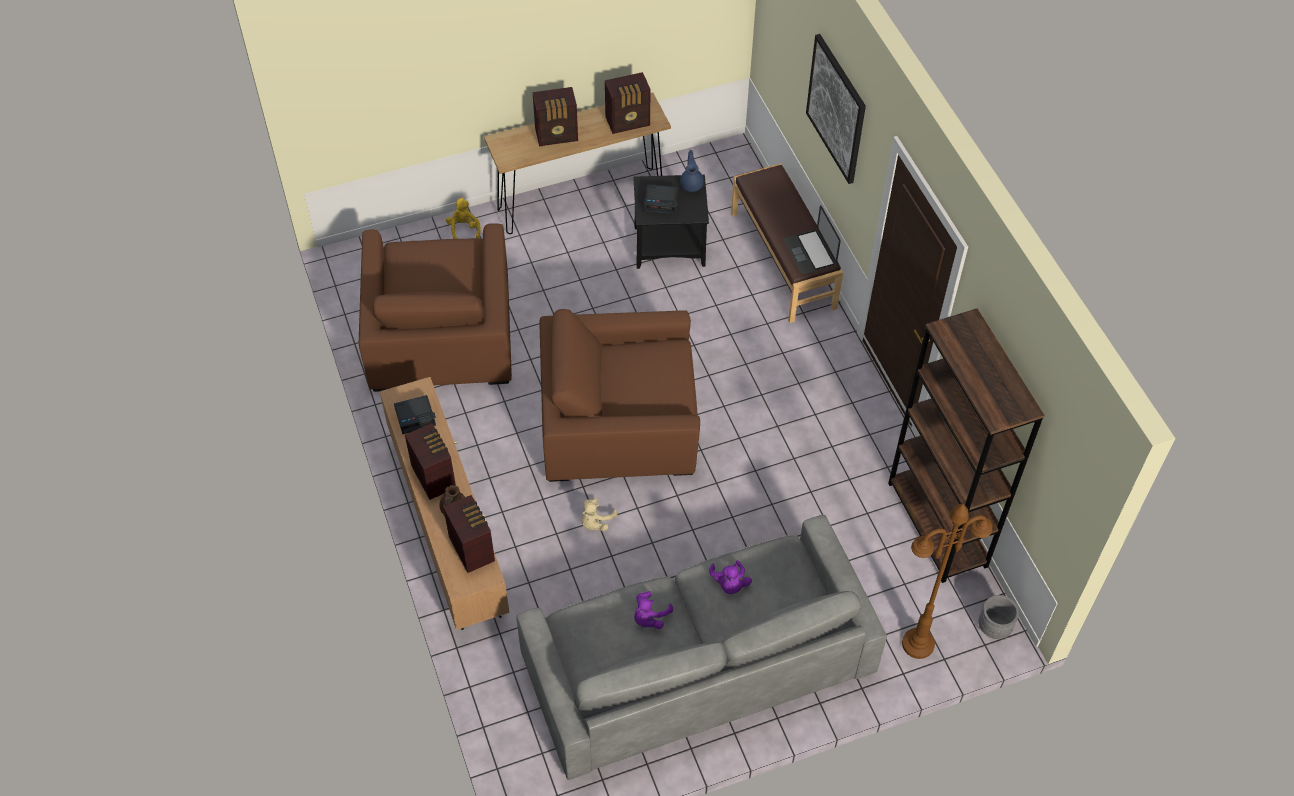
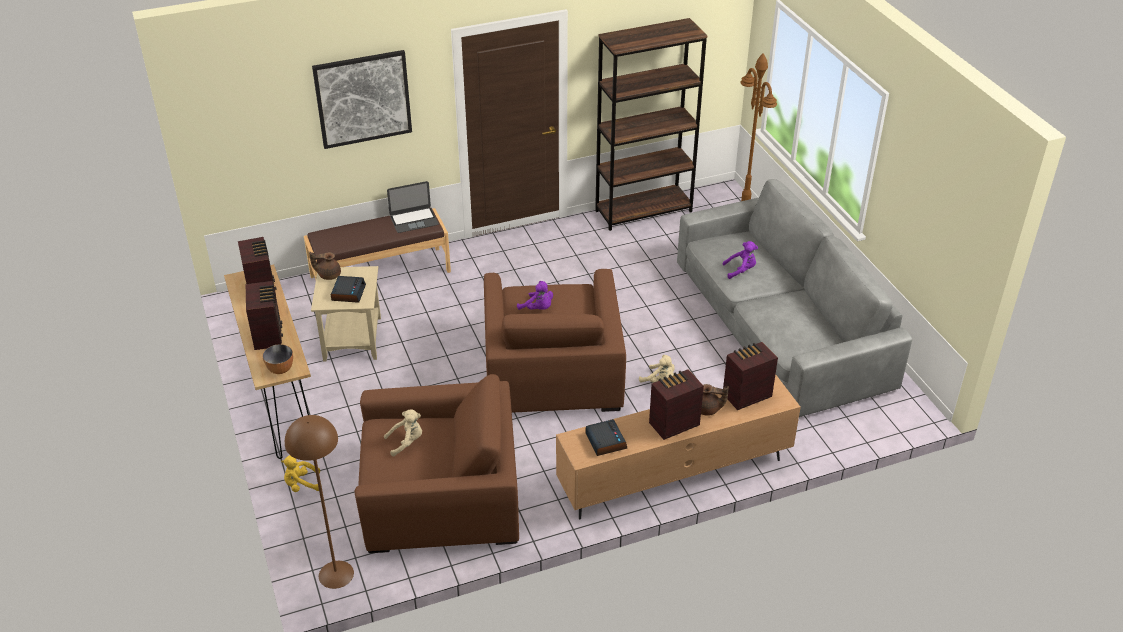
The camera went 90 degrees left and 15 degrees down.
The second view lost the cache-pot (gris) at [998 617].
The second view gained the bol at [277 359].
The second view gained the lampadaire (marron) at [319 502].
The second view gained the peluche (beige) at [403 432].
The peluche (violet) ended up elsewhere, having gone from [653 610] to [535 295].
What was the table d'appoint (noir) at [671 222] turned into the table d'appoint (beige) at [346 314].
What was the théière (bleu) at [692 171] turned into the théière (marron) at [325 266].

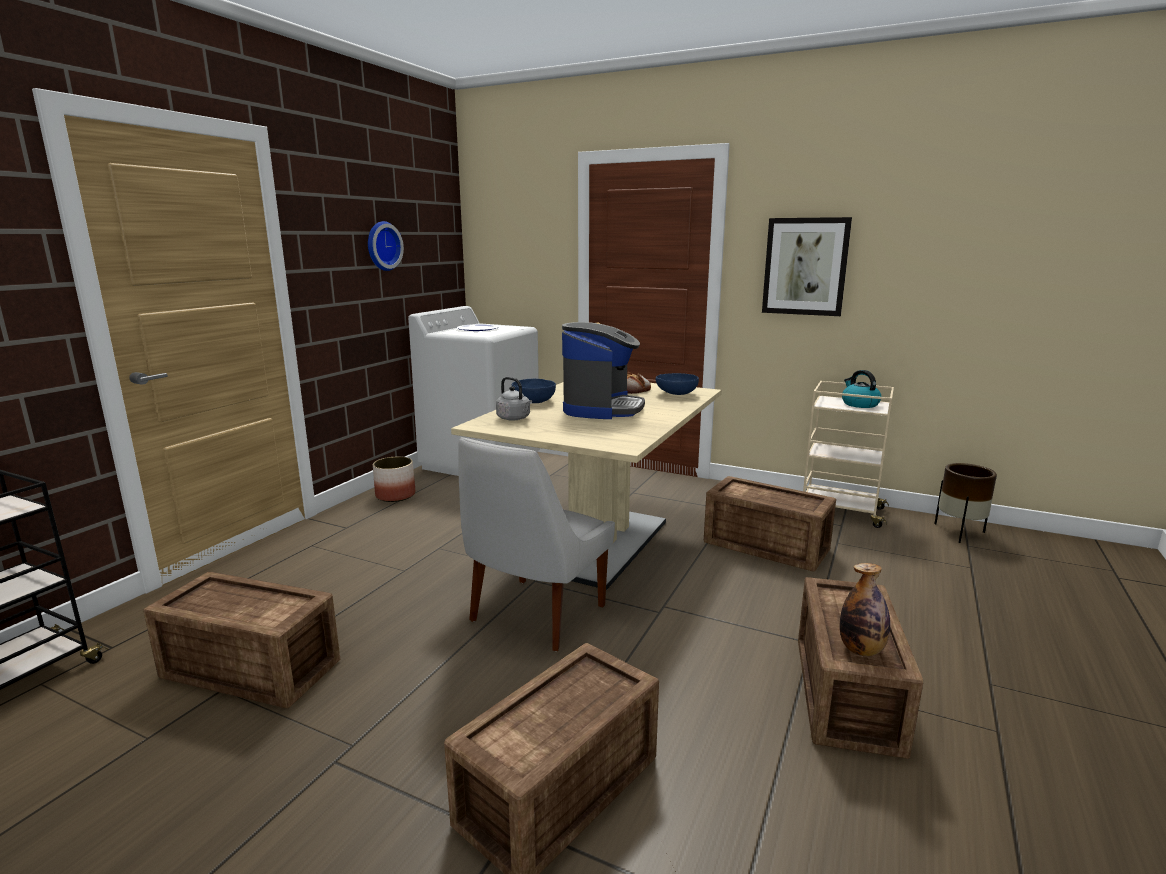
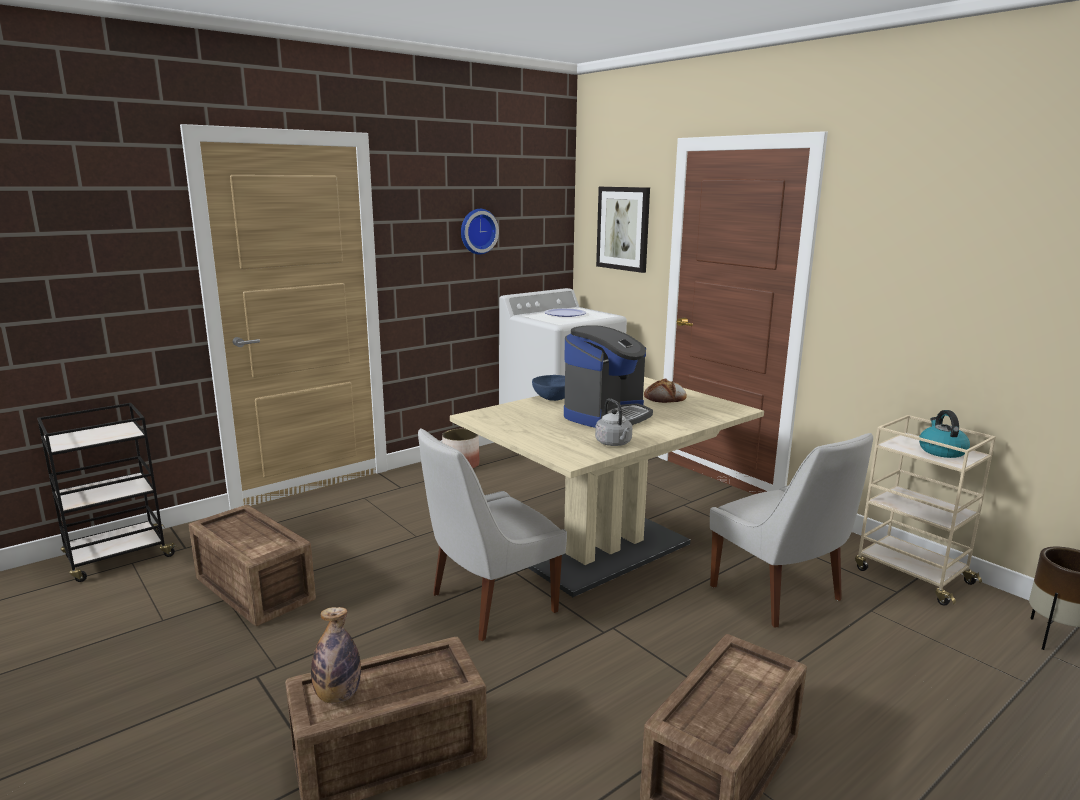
The camera went 25 degrees right and 0 degrees up.
The second view lost the bol (bleu) at [677 384].
The bouilloire (gris) ended up elsewhere, having gone from [514 399] to [613 422].
The tableau ended up elsewhere, having gone from [807 266] to [623 230].
The bouteille ended up elsewhere, having gone from [865 609] to [336 655].
Where the caisse stood at [770 523], the chaise (blanc) came to stand at [791 530].

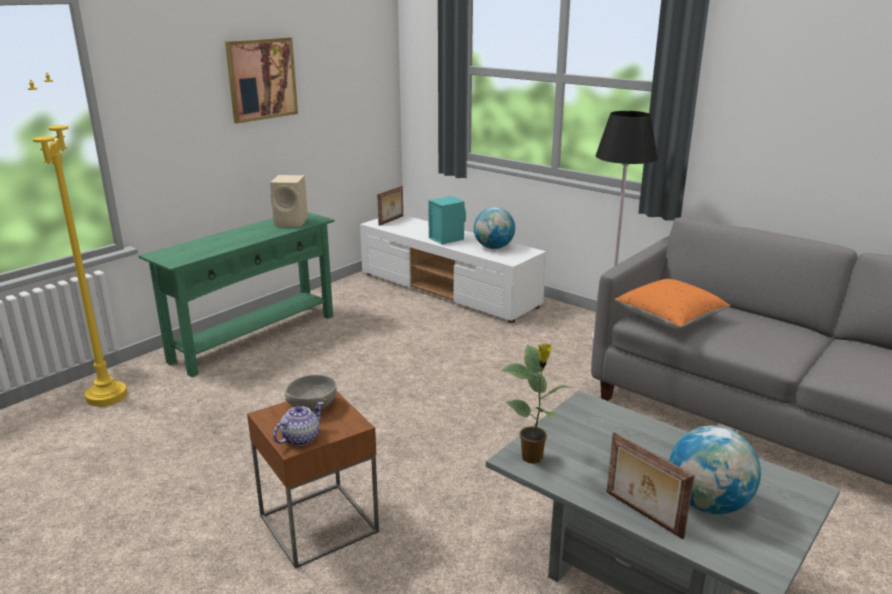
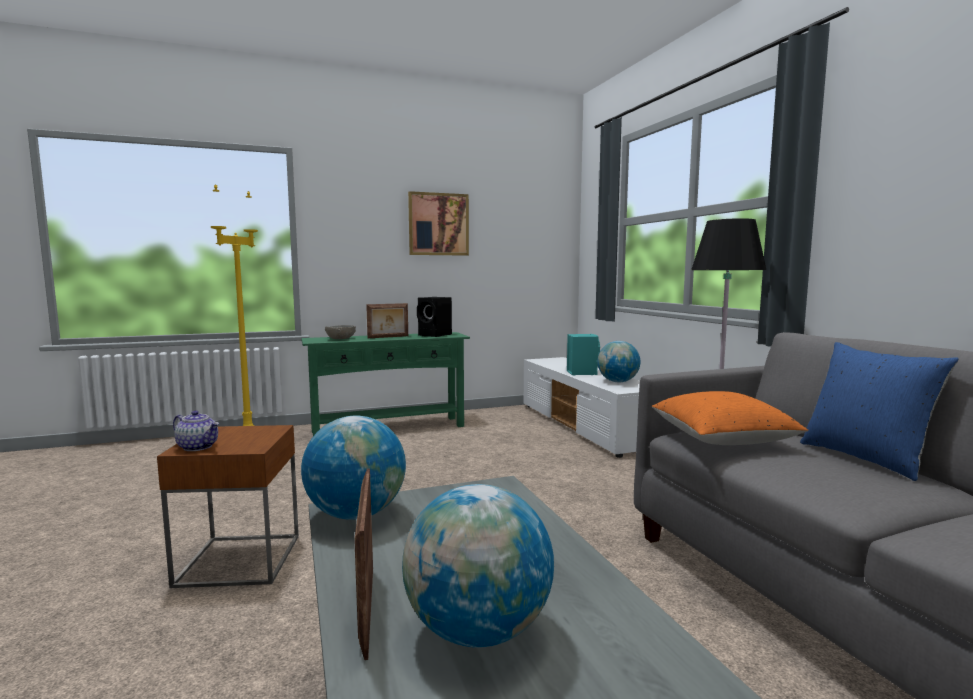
The camera went 30 degrees right and 15 degrees down.
The second view gained the coussin (bleu) at [879 411].
The bol (gris) ended up elsewhere, having gone from [311 393] to [340 332].
The cadre photo ended up elsewhere, having gone from [390 206] to [387 320].
Where the plante en pot stood at [536 403], the globe came to stand at [353 468].
What was the enceinte (beige) at [289 201] turned into the enceinte (noir) at [434 317].
The théière at [298 424] ended up facing another way, 45 degrees clockwise from before.

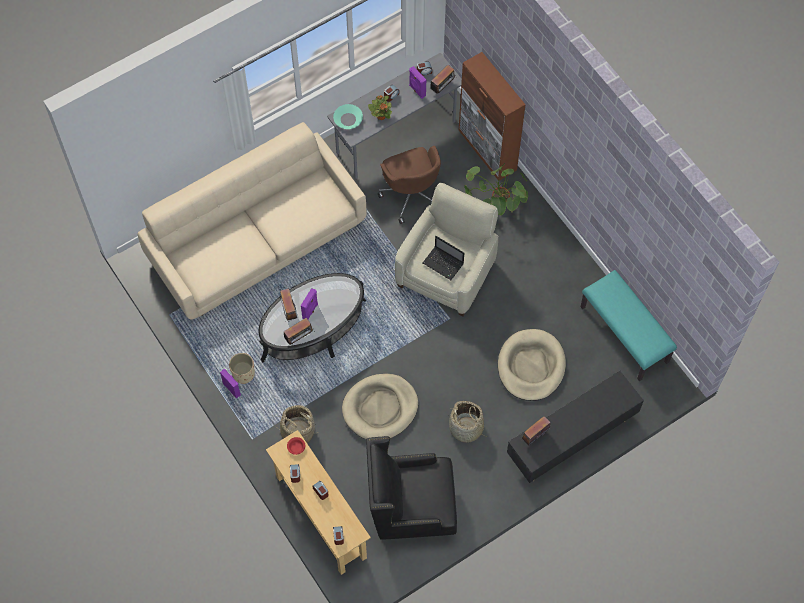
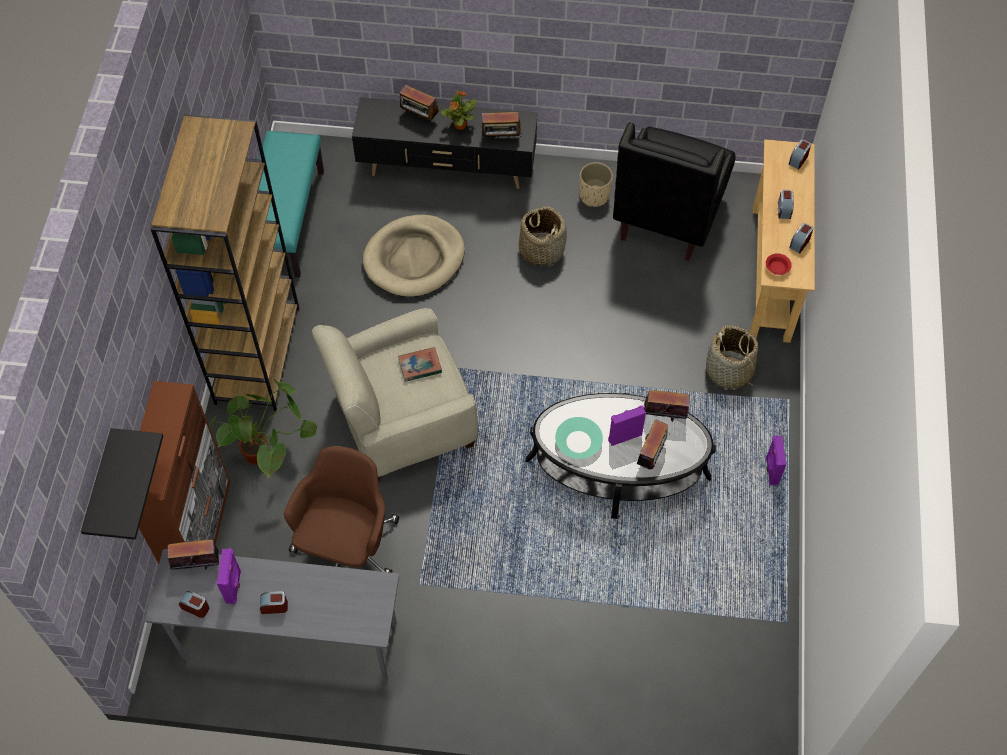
The camera went 140 degrees left and 5 degrees down.
The second view lost the canapé (beige) at [252 220].
The second view lost the panier pour chien (beige) at [380 406].
The second view gained the étagère (noir) at [122 484].
The second view gained the bibliothèque (marron) at [224 262].
The second view gained the radio at [419 103].
The cache-pot (beige) ended up elsewhere, having gone from [242 368] to [596 184].
The bol (turquoise) ended up elsewhere, having gone from [348 116] to [579 438].
The plante en pot ended up elsewhere, having gone from [380 107] to [459 110].
Where the ordinateur portable stood at [443 258], the livre came to stand at [420 364].
The fauteuil (noir) at [411 488] ended up facing another way, 75 degrees clockwise from before.

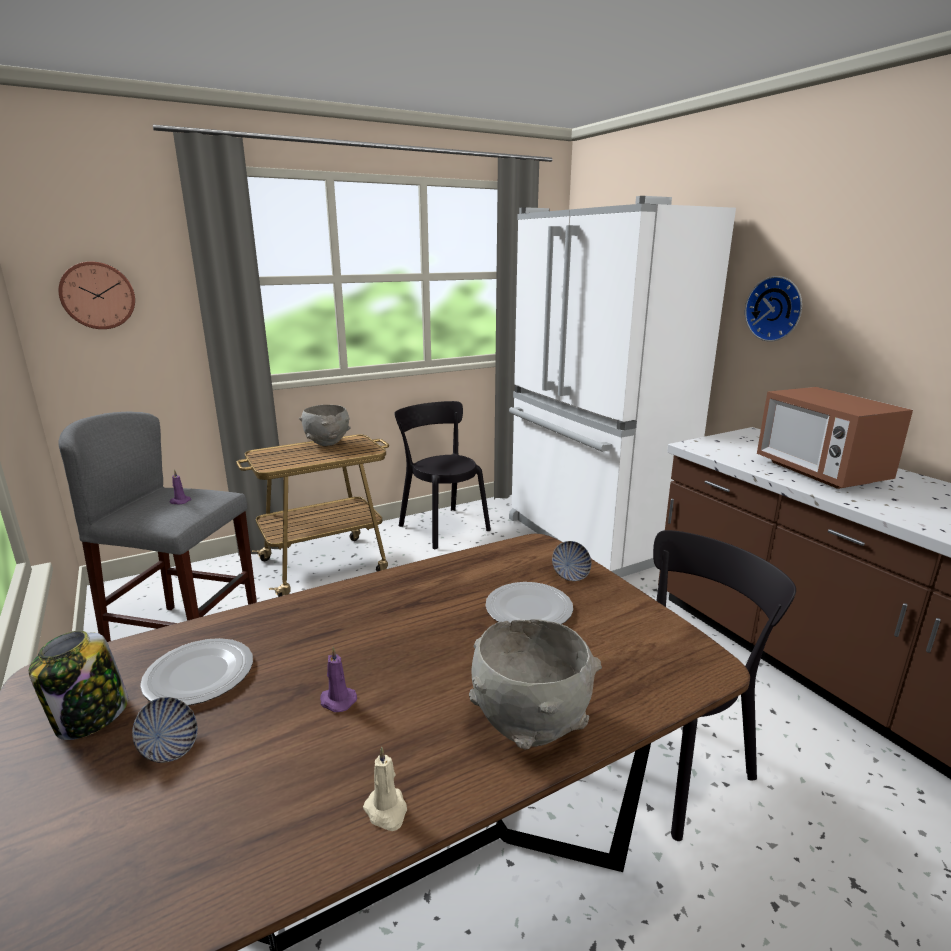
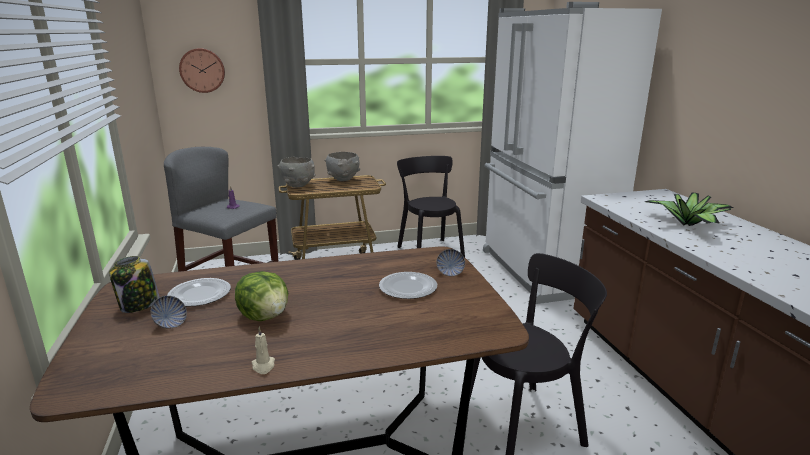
The camera went 15 degrees right and 0 degrees up.
The second view lost the horloge murale at [773 309].
The bol (gris) ended up elsewhere, having gone from [535 684] to [296 172].
Where the bougie (violet) stood at [338 679], the laitue came to stand at [261 296].
Where the micro-ondes stood at [835 438], the plante en pot came to stand at [689 209].

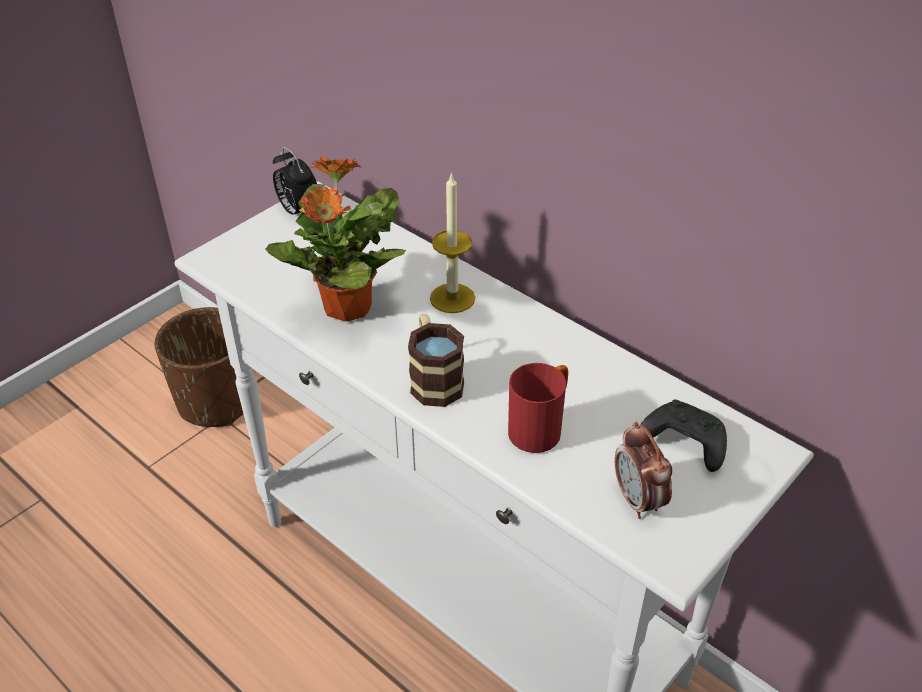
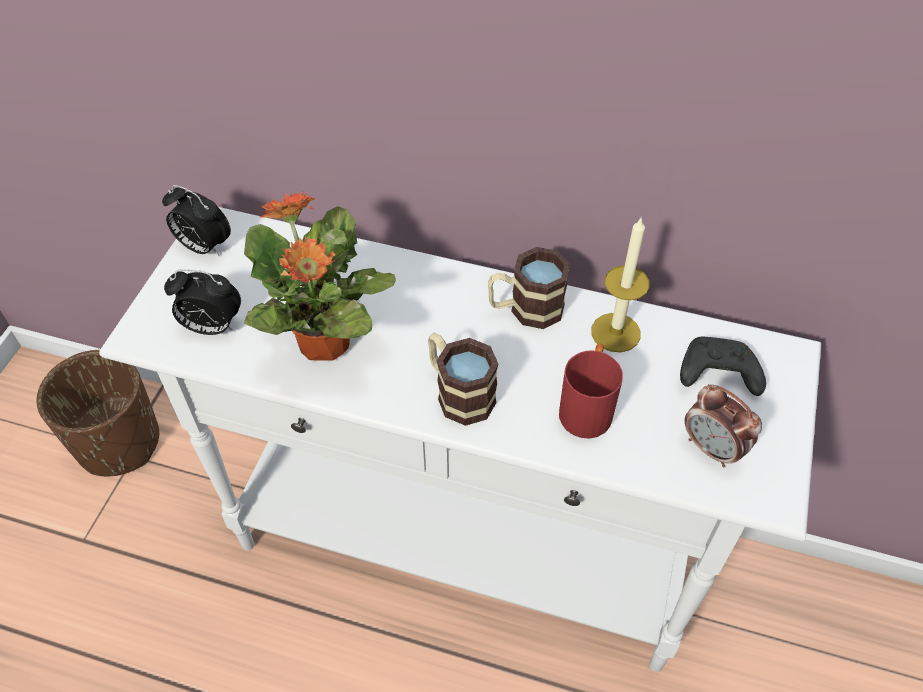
The camera went 25 degrees left and 10 degrees up.
The second view gained the réveil at [202 302].
The second view gained the mug at [529 288].
The bougie ended up elsewhere, having gone from [452 242] to [620 285].

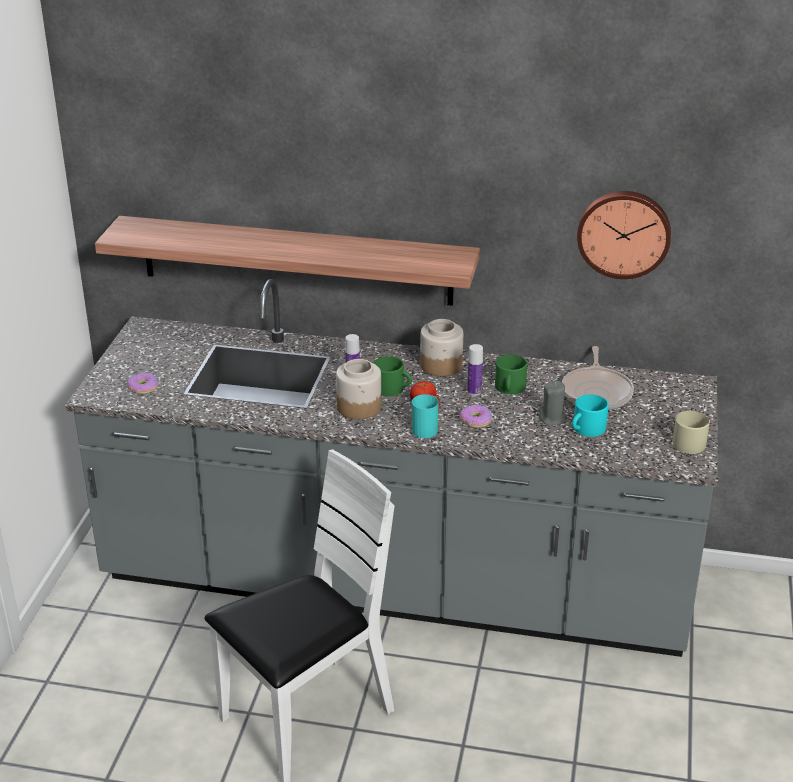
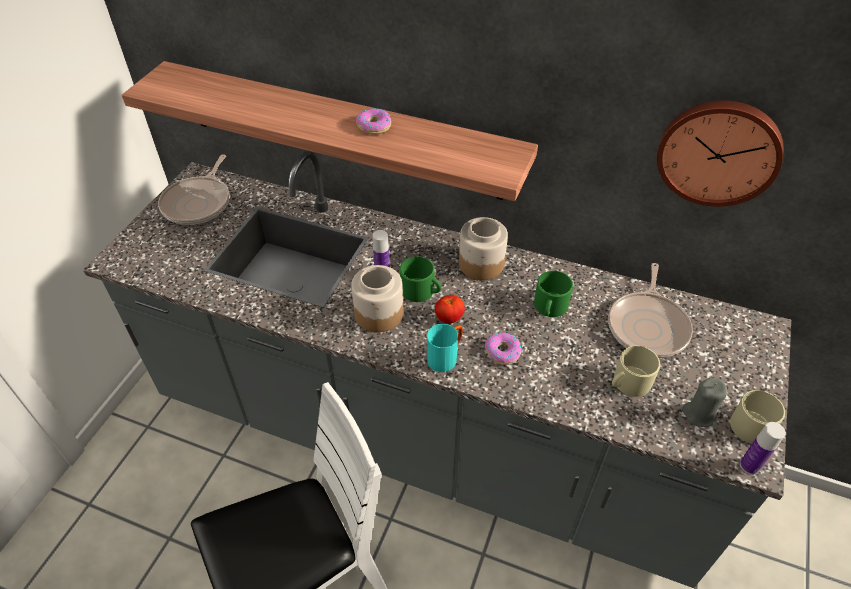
The camera went 10 degrees right and 15 degrees up.
The second view gained the poêle at [194 189].
The beignet ended up elsewhere, having gone from [142 384] to [373 121].
The bouteille ended up elsewhere, having gone from [475 370] to [763 448].
The bougie (gris) ended up elsewhere, having gone from [552 403] to [705 402].
What was the mug (turquoise) at [590 415] turned into the mug (beige) at [636 371].

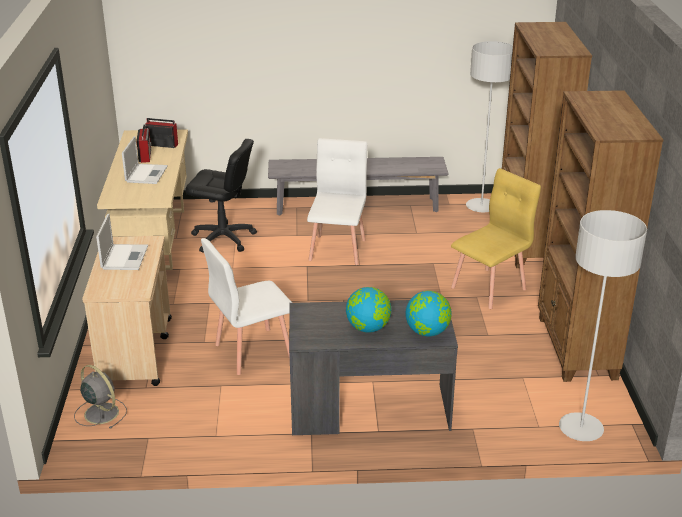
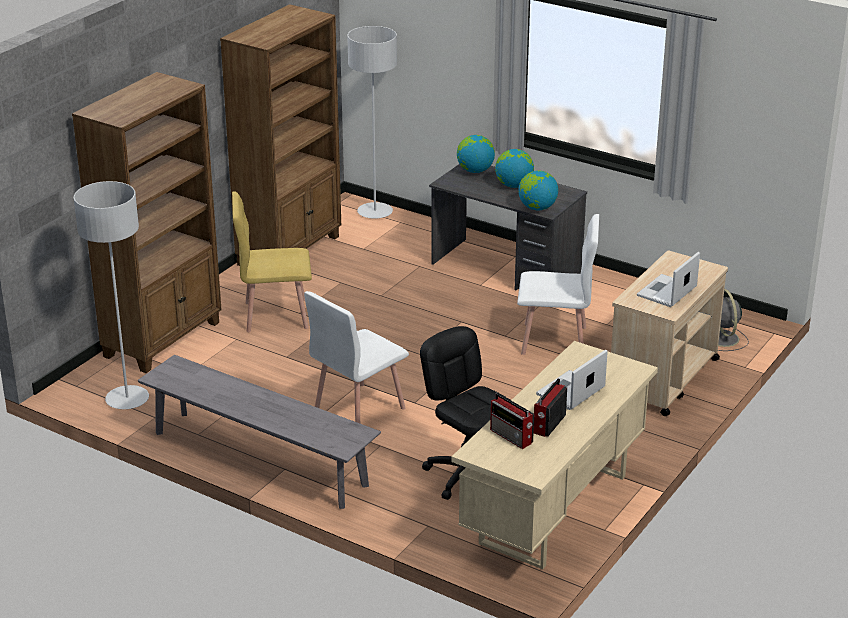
The camera went 145 degrees left and 0 degrees up.
The second view gained the globe at [538 190].

